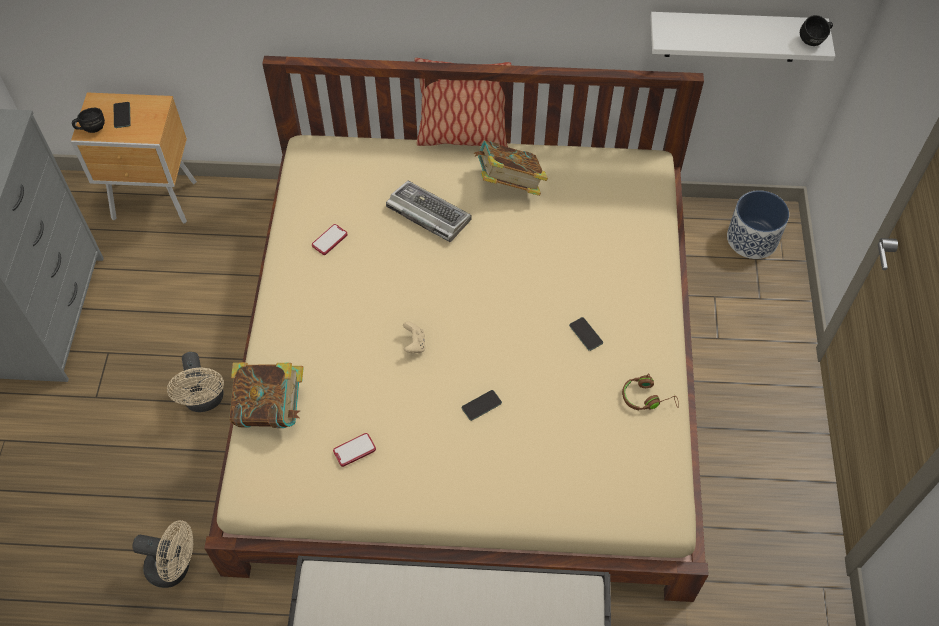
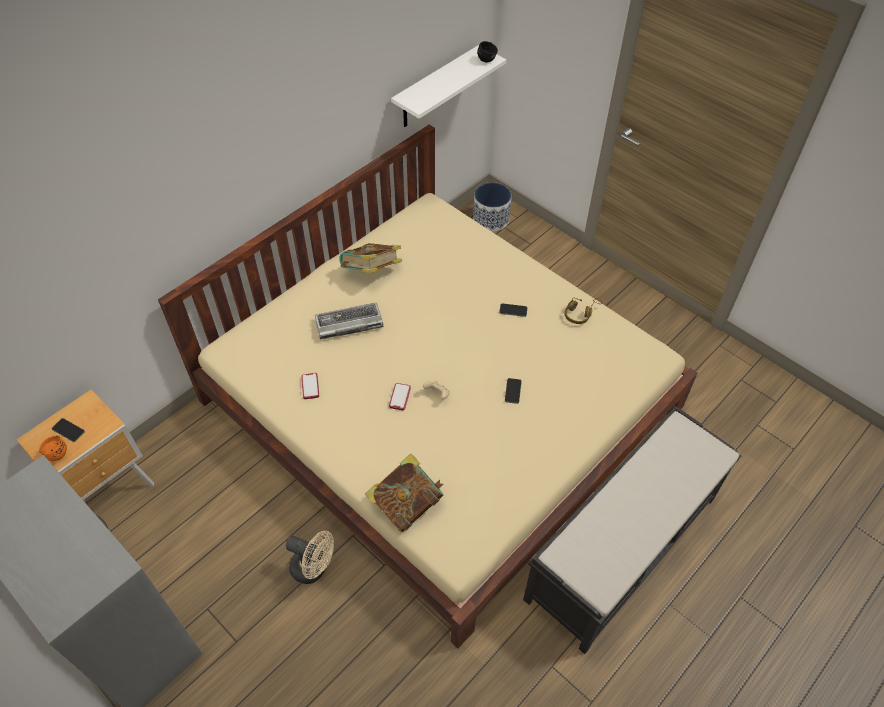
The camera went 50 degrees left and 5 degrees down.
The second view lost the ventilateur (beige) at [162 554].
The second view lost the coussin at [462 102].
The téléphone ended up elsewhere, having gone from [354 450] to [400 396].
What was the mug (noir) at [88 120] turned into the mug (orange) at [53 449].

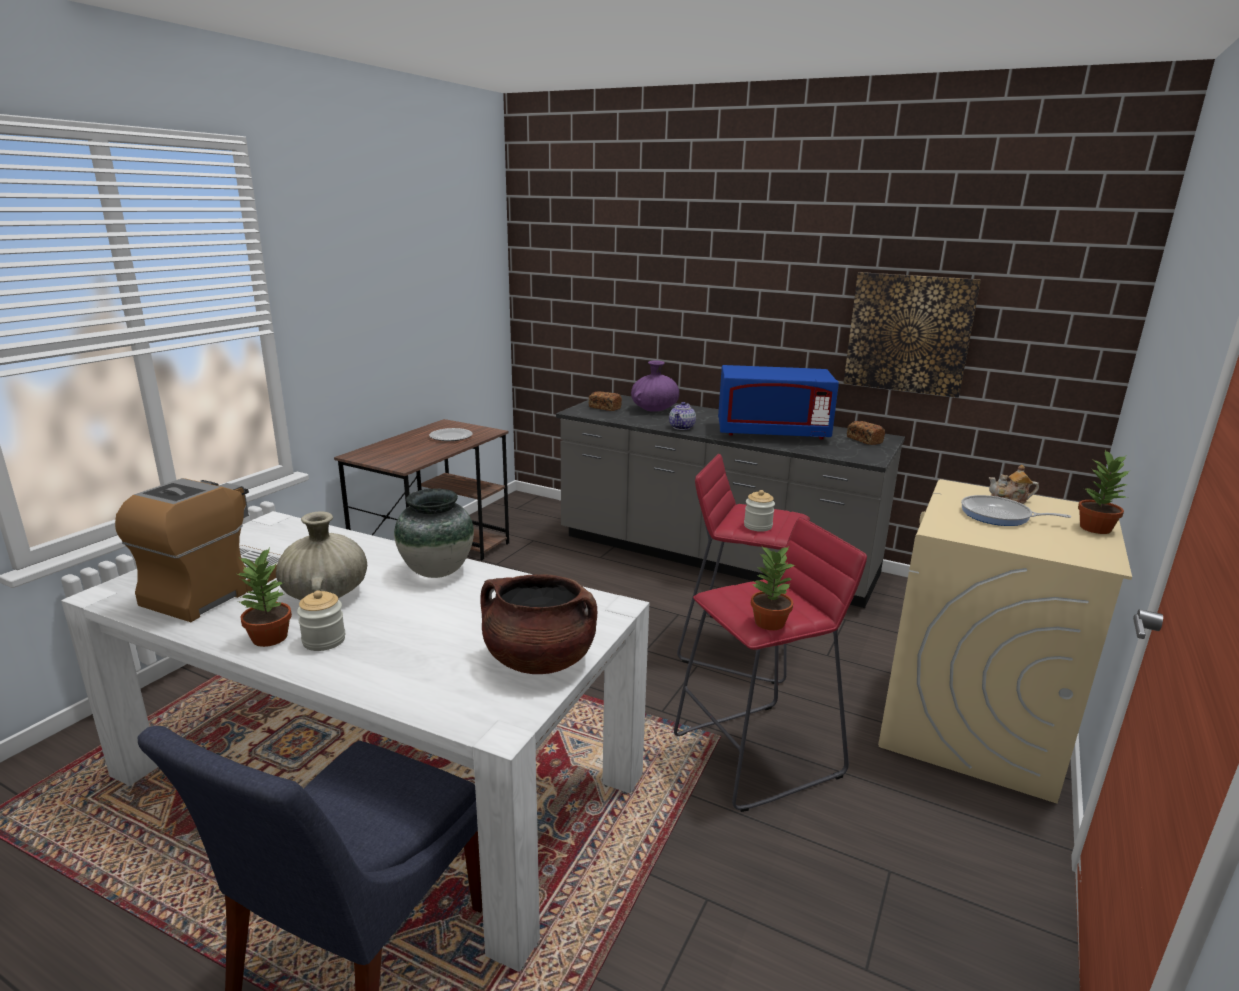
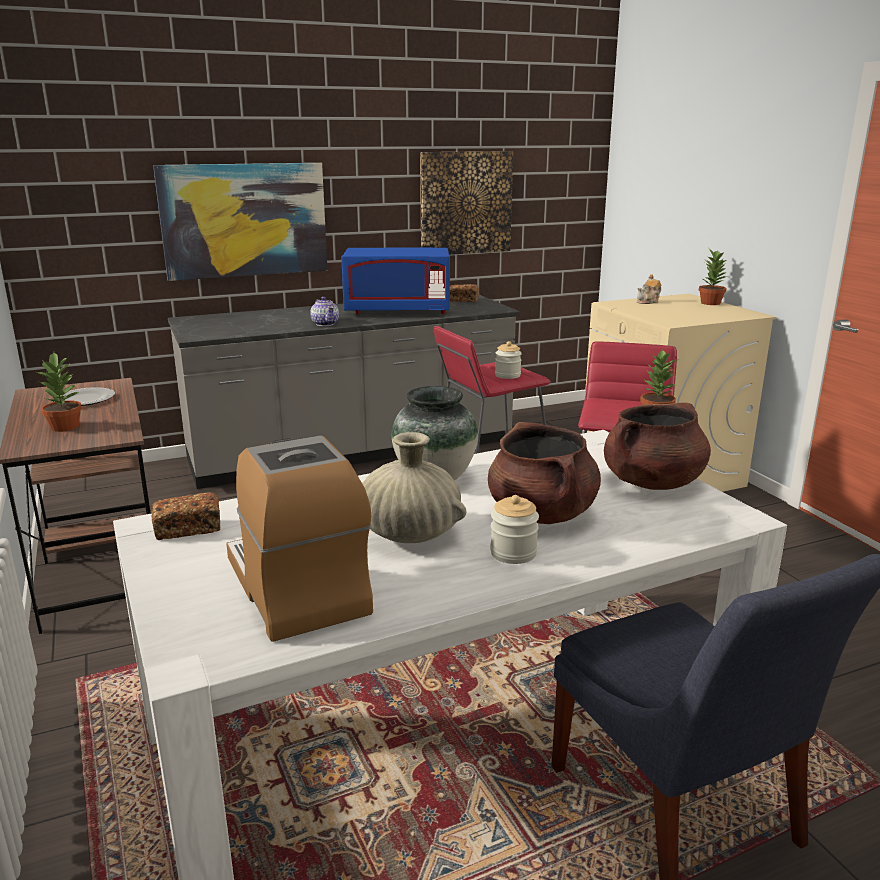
The camera went 50 degrees left and 0 degrees up.
The second view lost the vase (violet) at [655 386].
The second view lost the poêle at [1016 510].
The second view gained the tableau at [240 222].
The second view gained the marmite (marron) at [544 473].
The plante en pot ended up elsewhere, having gone from [264 597] to [59 392].
The pain ended up elsewhere, having gone from [605 401] to [185 516].
The micro-ondes (bleu) at [778 402] ended up facing another way, 45 degrees clockwise from before.

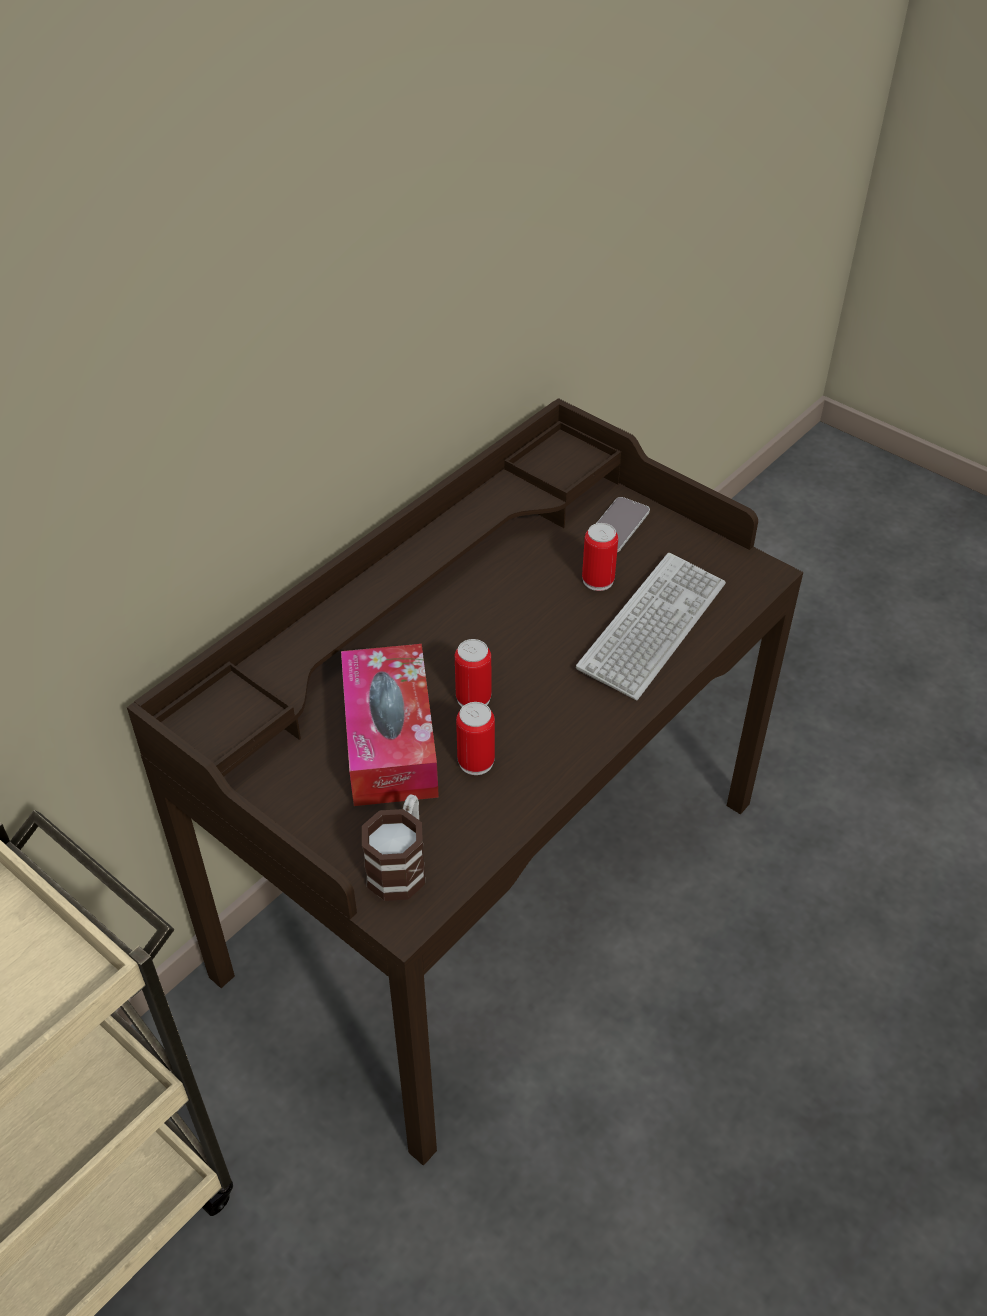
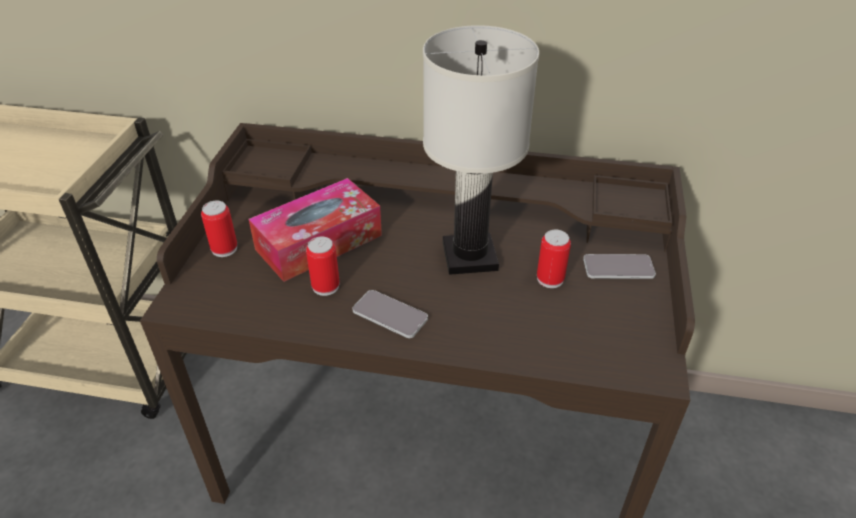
The camera went 60 degrees right and 5 degrees down.
The second view lost the mug at [393 848].
The second view lost the clavier at [651 626].
The second view gained the téléphone at [390 314].
The second view gained the lampe de table (blanc) at [481 150].
The boîte métallique ended up elsewhere, having gone from [473 673] to [219 229].

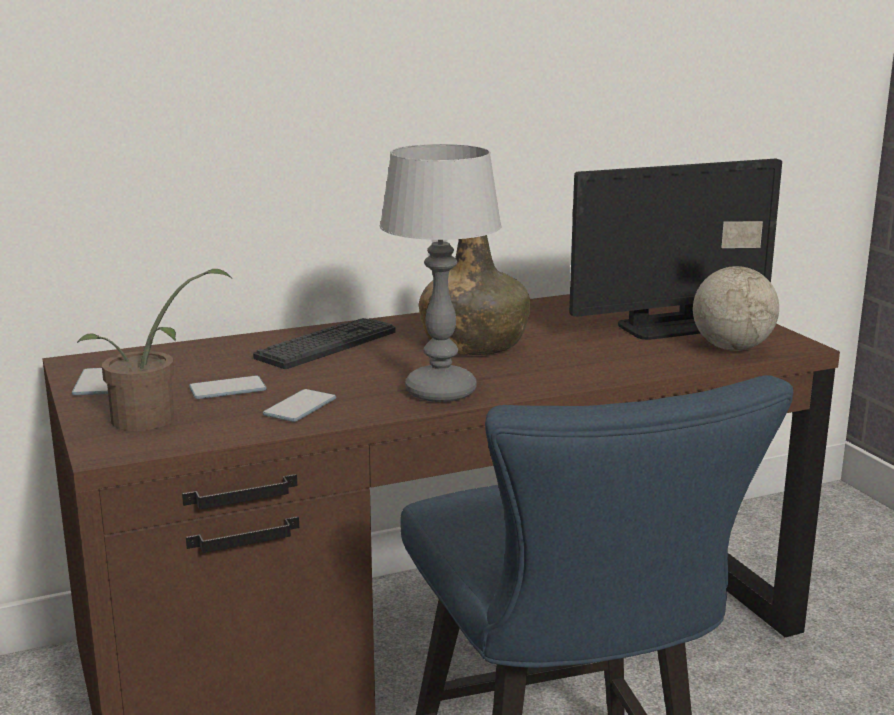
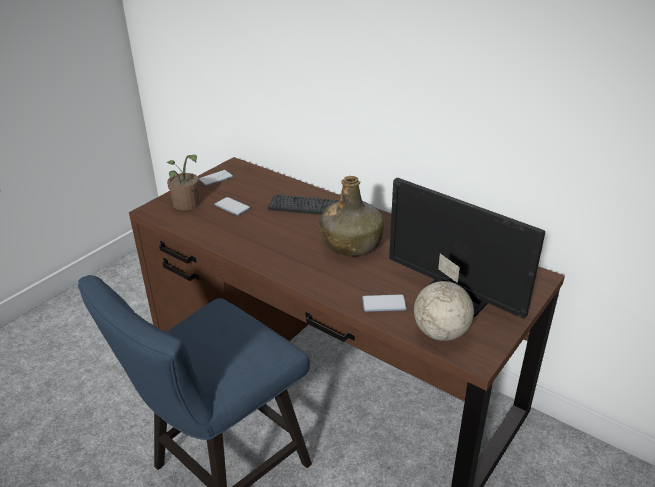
The camera went 60 degrees right and 15 degrees up.
The second view lost the lampe de table at [440 273].
The téléphone ended up elsewhere, having gone from [299 405] to [384 303].

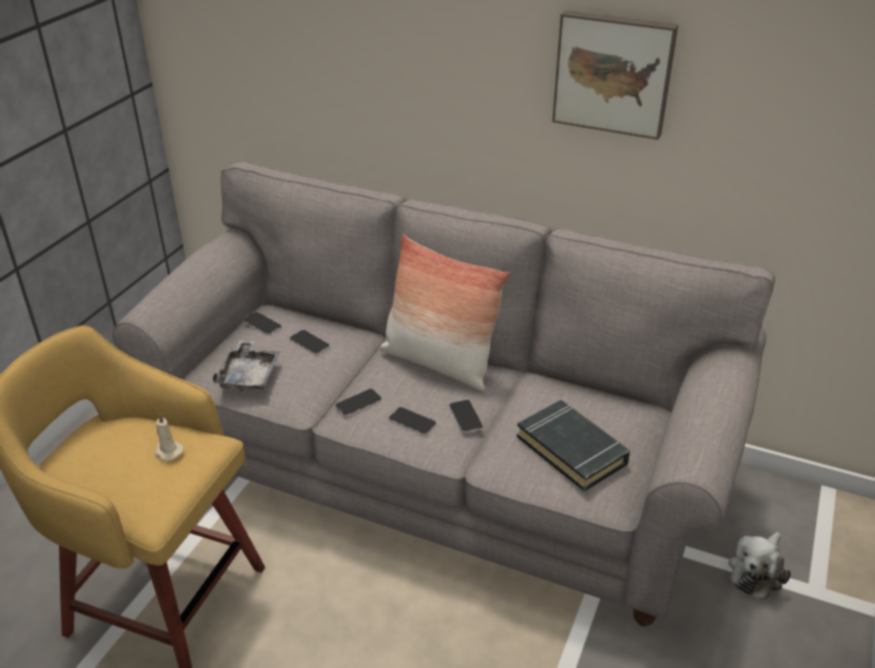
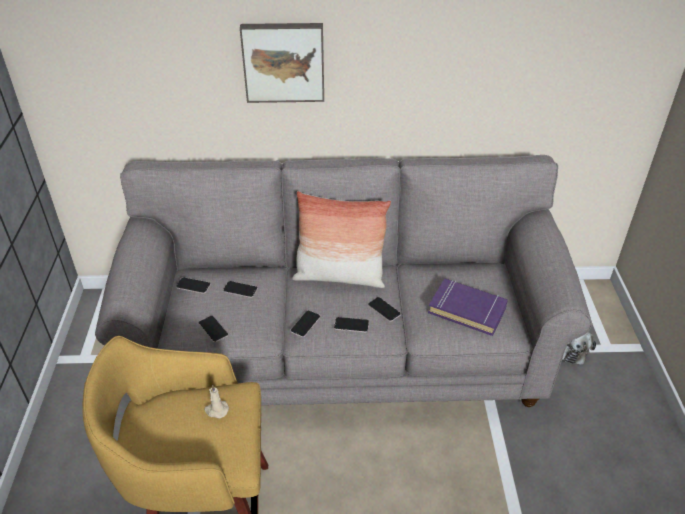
The camera went 25 degrees left and 5 degrees up.
The tableau ended up elsewhere, having gone from [615 75] to [282 63].
Where the plateau (gris) stood at [246 365], the téléphone came to stand at [213 328].
What was the livre (noir) at [573 446] turned into the livre (violet) at [468 307].

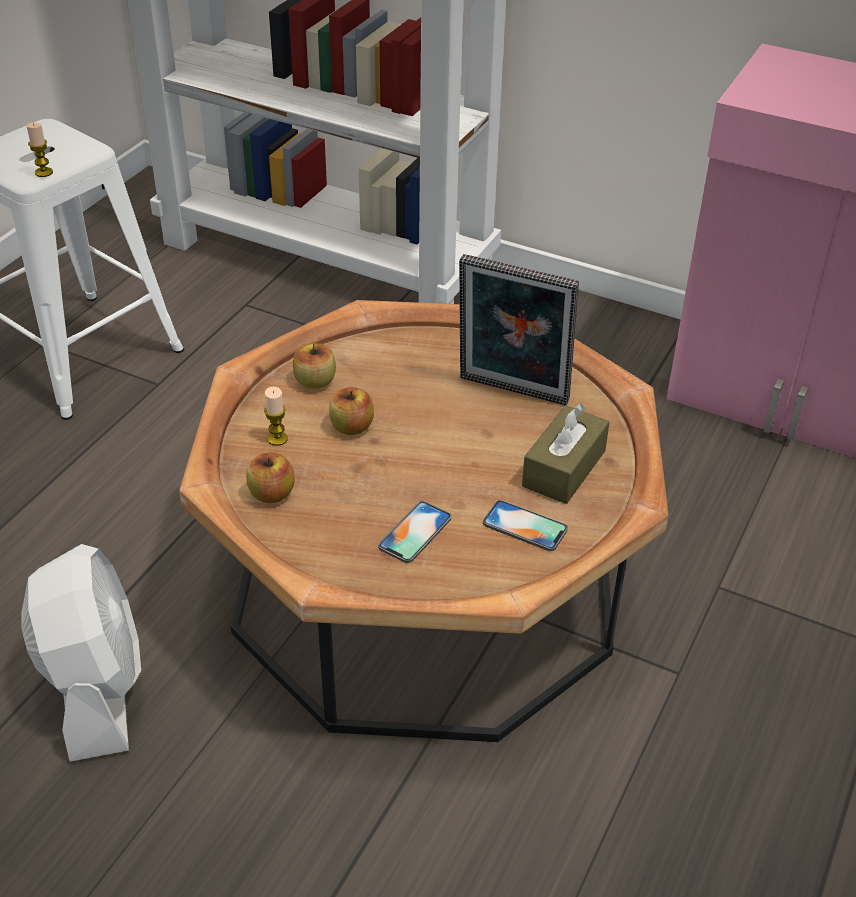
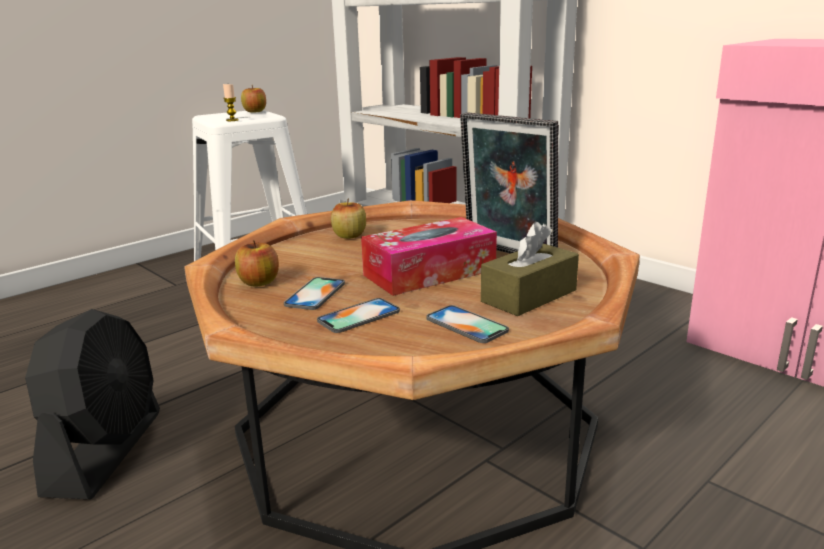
The camera went 20 degrees right and 20 degrees down.
The second view lost the bougie at [276 416].
The second view gained the téléphone at [314 293].
The second view gained the boîte à mouchoirs at [429 256].
The pomme ended up elsewhere, having gone from [351 411] to [253 99].
What was the ventilateur (blanc) at [81 653] turned into the ventilateur (noir) at [92 404].

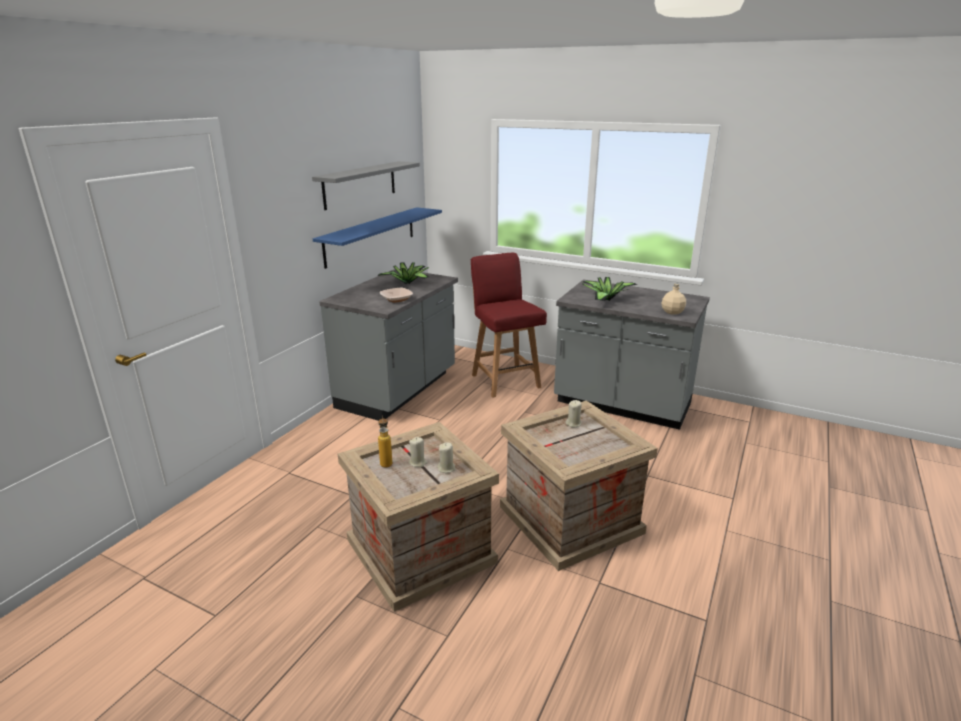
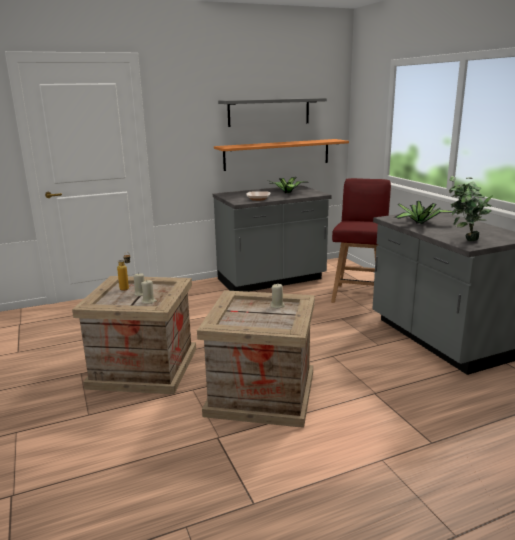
The camera went 40 degrees right and 5 degrees down.
Where the bouteille (beige) stood at [673 299], the plante en pot came to stand at [471 208].
What was the étagère (bleu) at [377 238] turned into the étagère (orange) at [281 155].

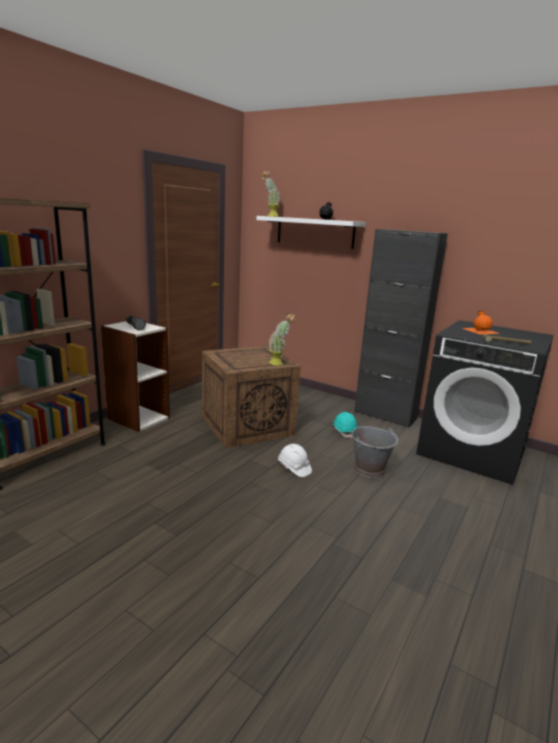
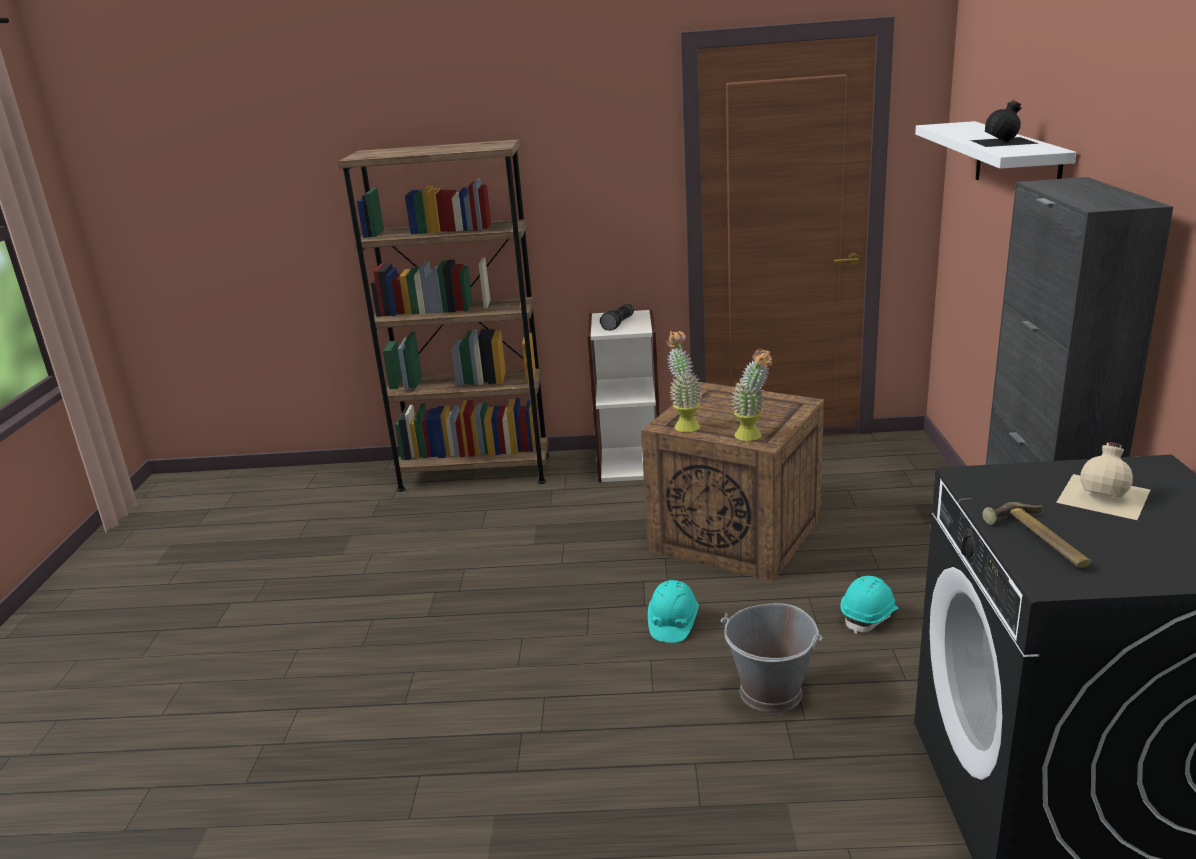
The camera went 60 degrees right and 5 degrees up.
The plante en pot ended up elsewhere, having gone from [271 194] to [685 381].
What was the casque de chantier (blanc) at [295 460] turned into the casque de chantier (turquoise) at [673 611].
What was the bouteille (orange) at [481 322] turned into the bouteille (beige) at [1103 481].

